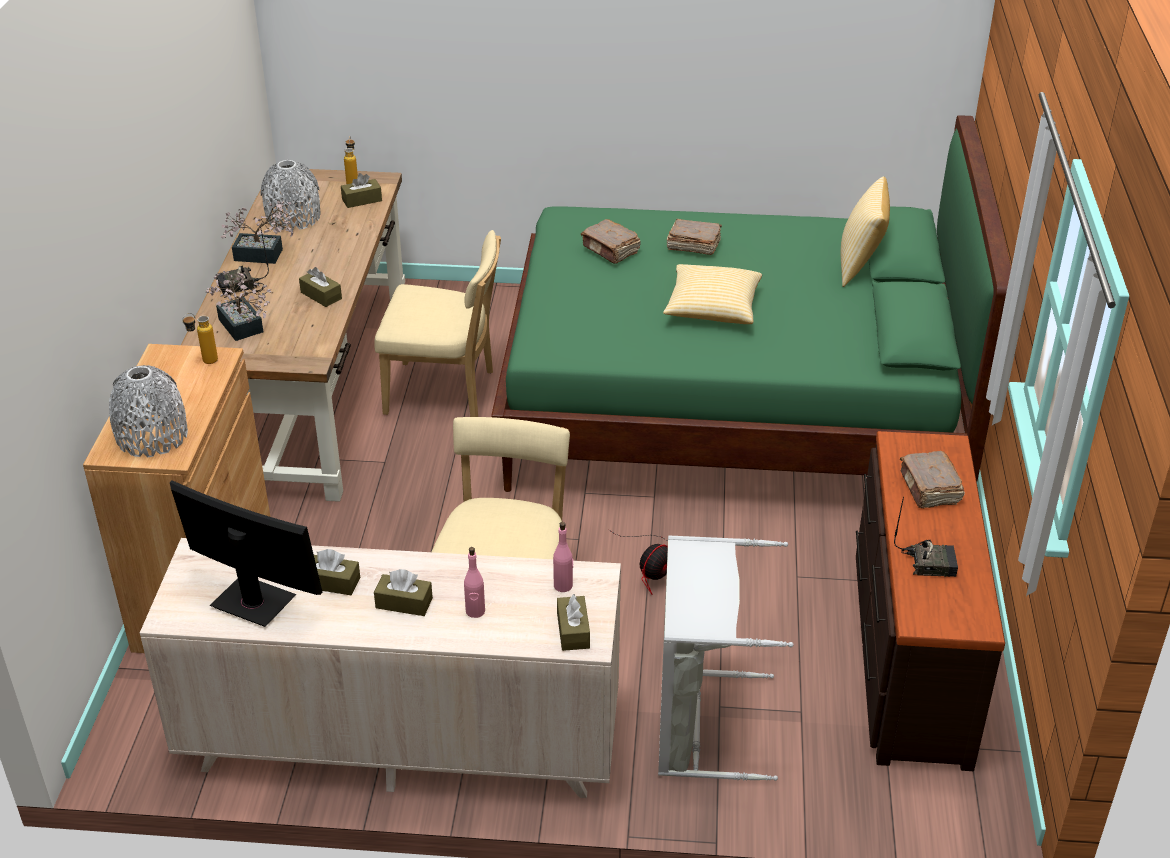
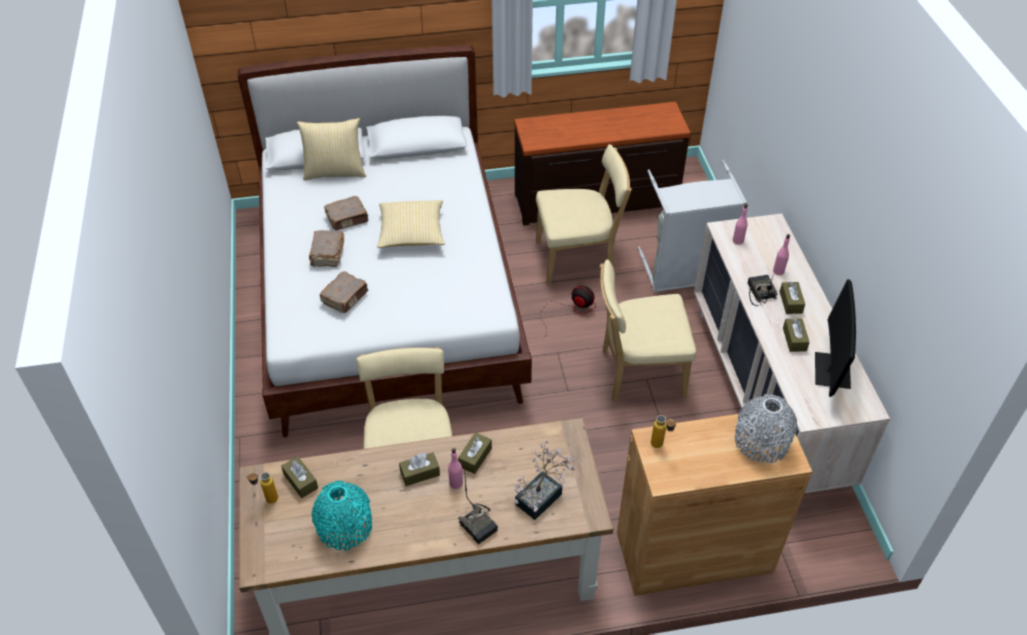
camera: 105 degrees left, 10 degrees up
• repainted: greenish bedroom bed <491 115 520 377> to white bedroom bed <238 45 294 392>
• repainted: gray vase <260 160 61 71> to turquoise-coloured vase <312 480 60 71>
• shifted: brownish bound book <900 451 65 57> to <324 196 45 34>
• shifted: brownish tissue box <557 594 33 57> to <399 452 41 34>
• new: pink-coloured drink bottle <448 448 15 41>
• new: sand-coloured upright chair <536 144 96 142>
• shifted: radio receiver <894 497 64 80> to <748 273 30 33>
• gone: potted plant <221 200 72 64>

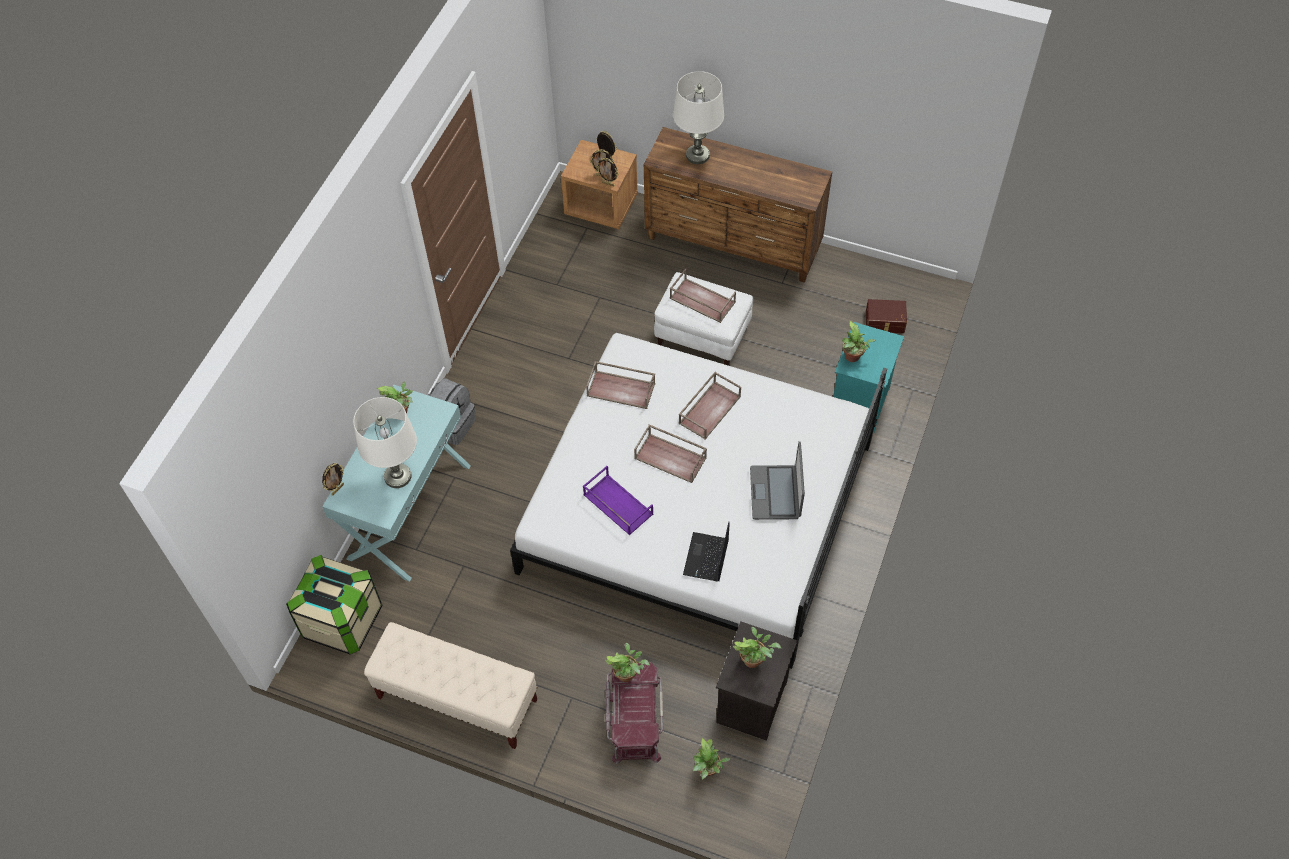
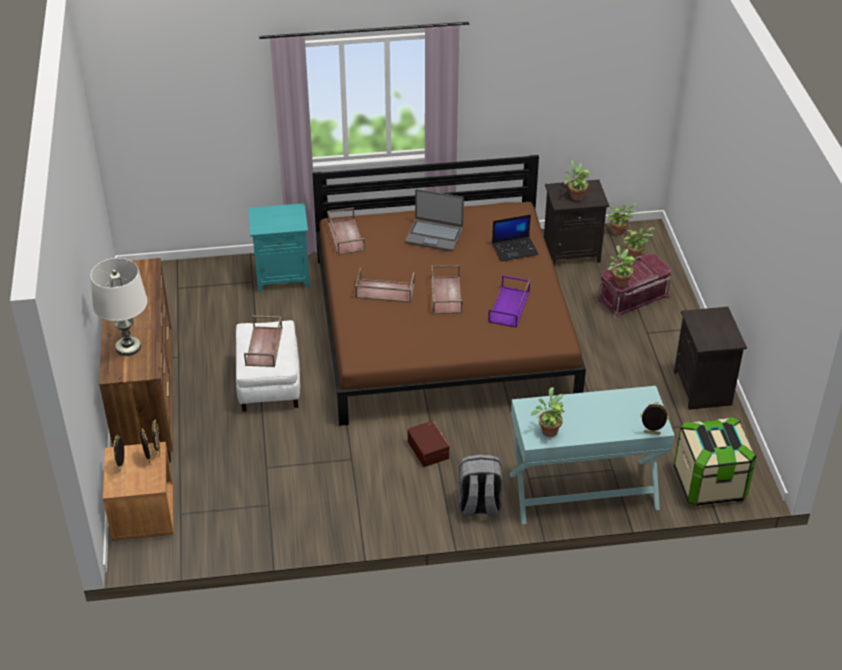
camera: 120 degrees left, 15 degrees down
• repainted: white bedroom bed <510 333 377 336> to brownish bedroom bed <312 155 274 271>
• shifted: brownish carrying tray <586 361 69 48> to <327 207 38 48>
• rotated: portable computer <750 441 55 79> = <405 189 59 62> 45 degrees clockwise
• shifted: brownish storage bin <866 299 41 34> to <408 421 42 46>
• shifted: potted plant <842 321 33 41> to <608 203 30 32>
• swapped: sand-coloured indoor bench <364 622 173 127> to black-coloured nightstand <674 307 73 103>
• gone: white table lamp <353 397 64 91>

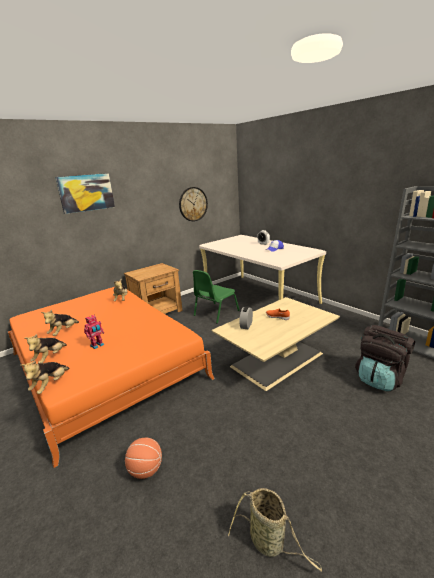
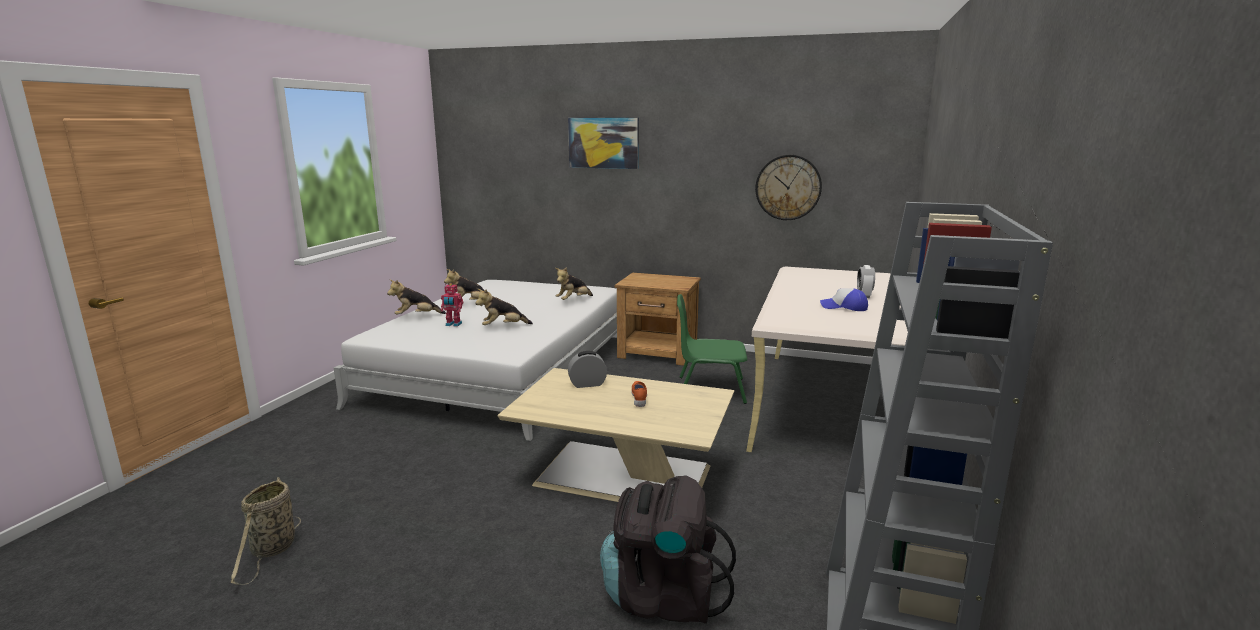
camera: 55 degrees right, 5 degrees down
• repainted: orangey bedroom bed <8 287 207 181> to white bedroom bed <334 280 283 161>
• shifted: soft toy <20 360 49 34> to <475 289 58 36>
• gone: ball for basketball <125 438 37 41>

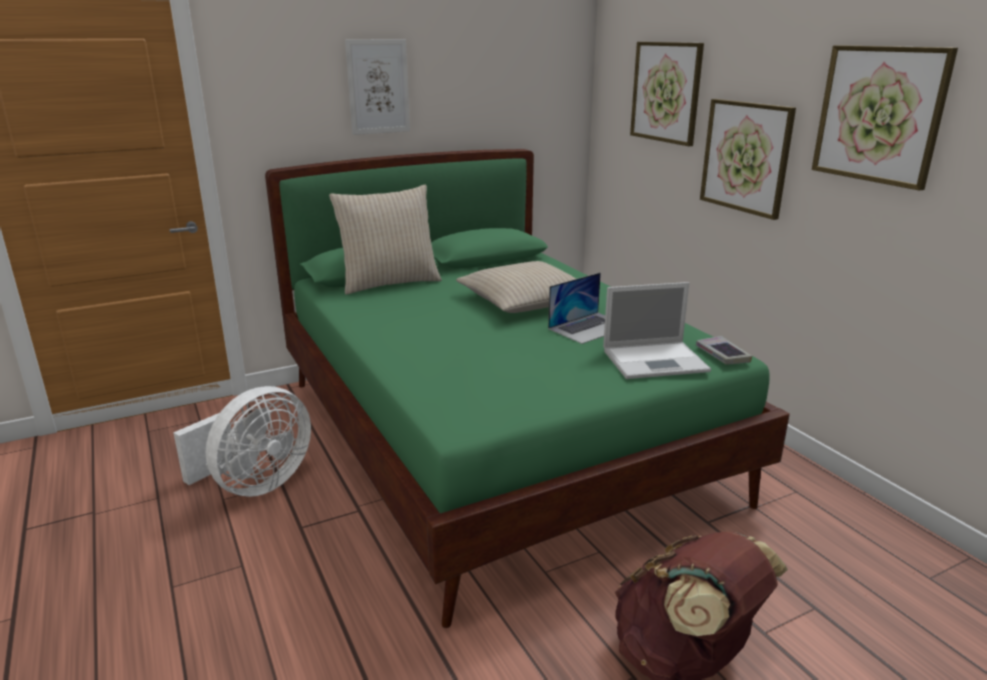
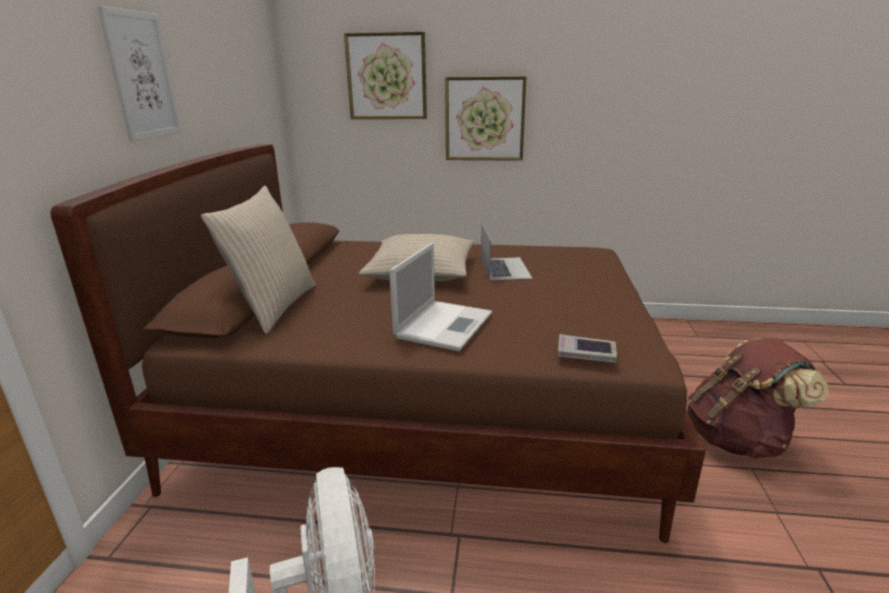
camera: 55 degrees left, 0 degrees up
• repainted: greenish bedroom bed <265 149 525 479> to brownish bedroom bed <50 144 656 399>
• shifted: portable computer <603 282 108 97> to <389 243 103 108>
• shifted: bound book <696 336 56 28> to <558 334 59 29>
• gone: wall art <812 45 146 146>

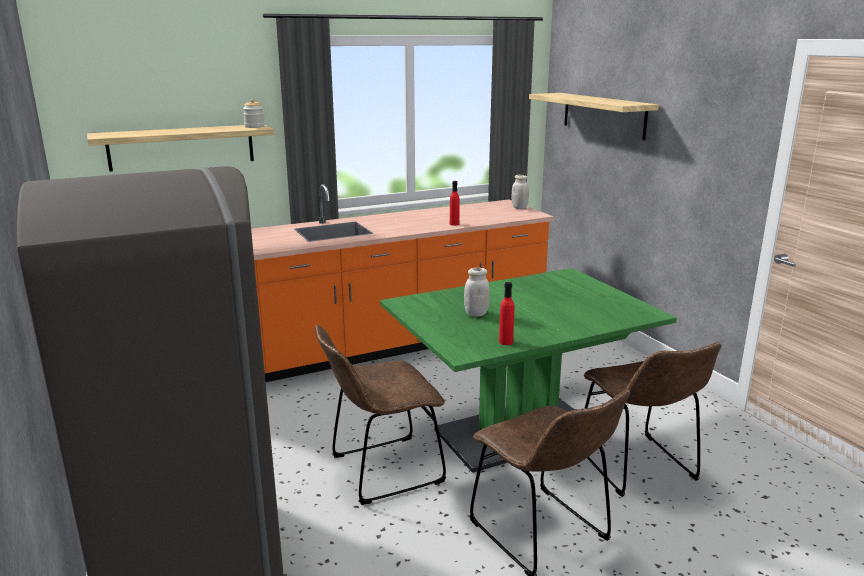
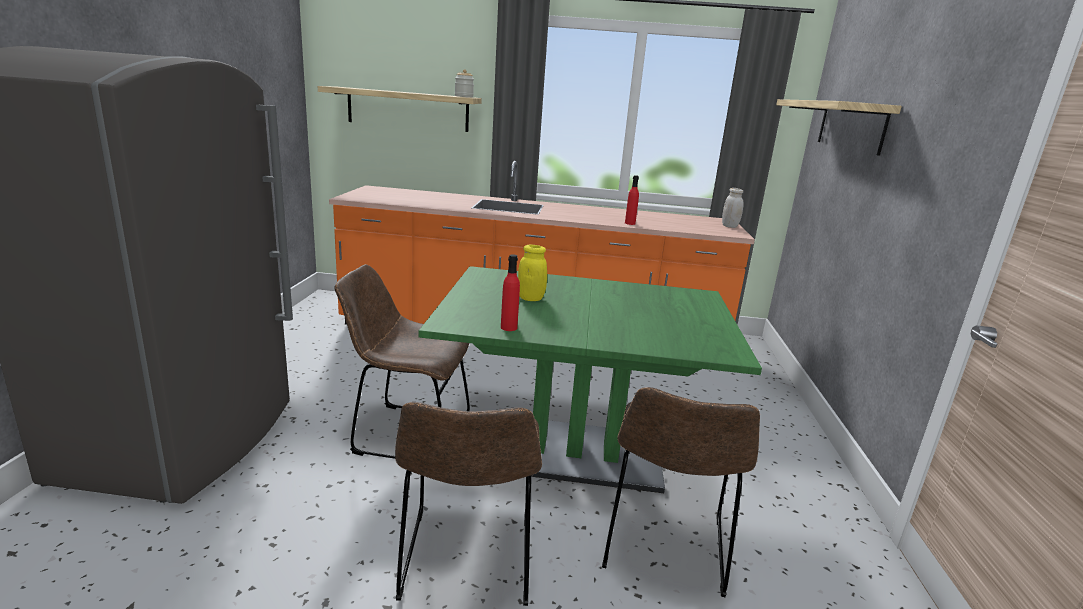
camera: 30 degrees right, 0 degrees up
• repainted: white storage jar <464 268 26 49> to yellow storage jar <518 245 29 56>

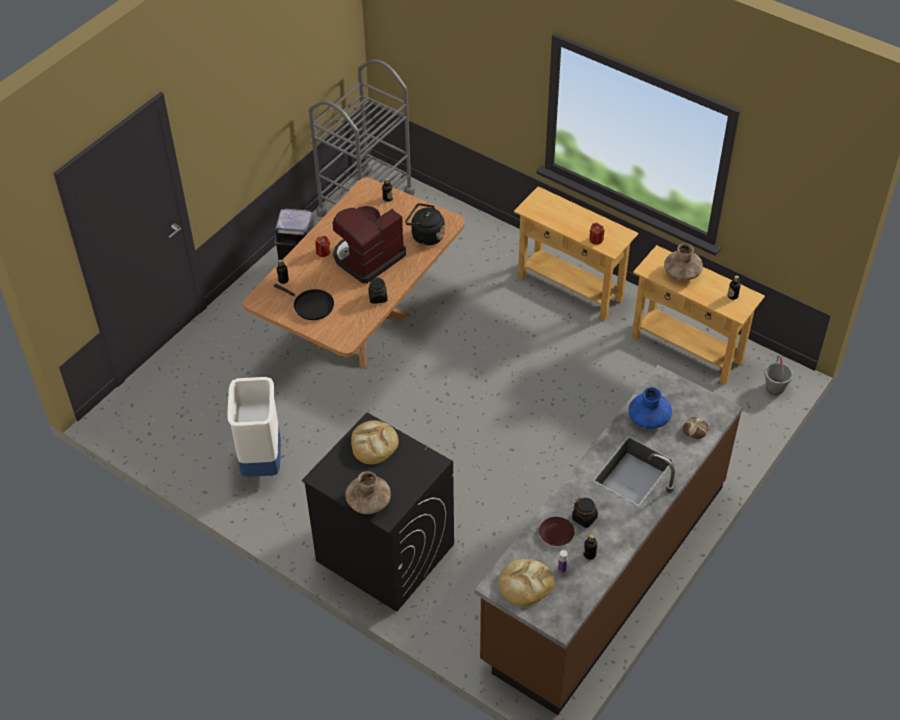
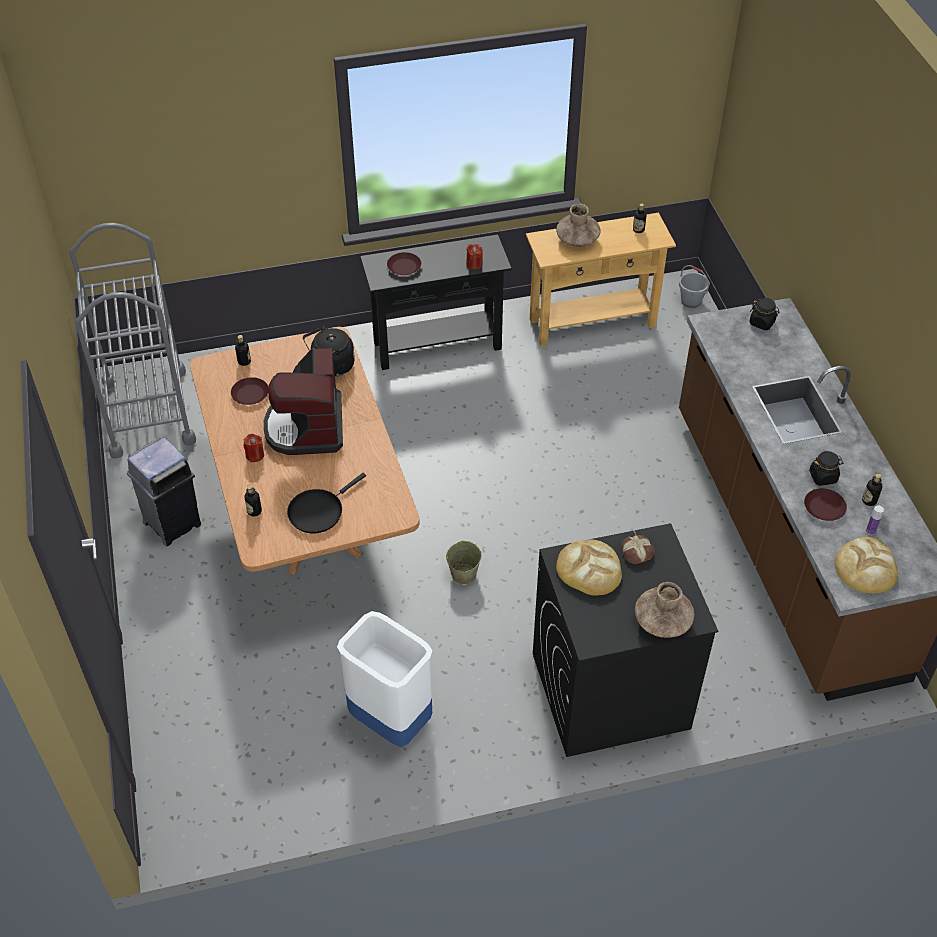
camera: 50 degrees left, 0 degrees up
• rotated: black-coloured pan <274 284 60 36> = <287 473 79 60> 150 degrees clockwise
• repainted: sand-coloured narrow table <514 186 124 134> to black-coloured narrow table <360 235 152 135>
• new: brownish plate <387 252 34 23>
• new: sand-coloured water bucket <446 541 35 43>
• shifted: bread <683 417 25 22> to <621 535 33 29>
• shifted: black-coloured storage jar <368 277 20 27> to <749 298 31 32>
• gone: blue-coloured vase <629 387 43 42>

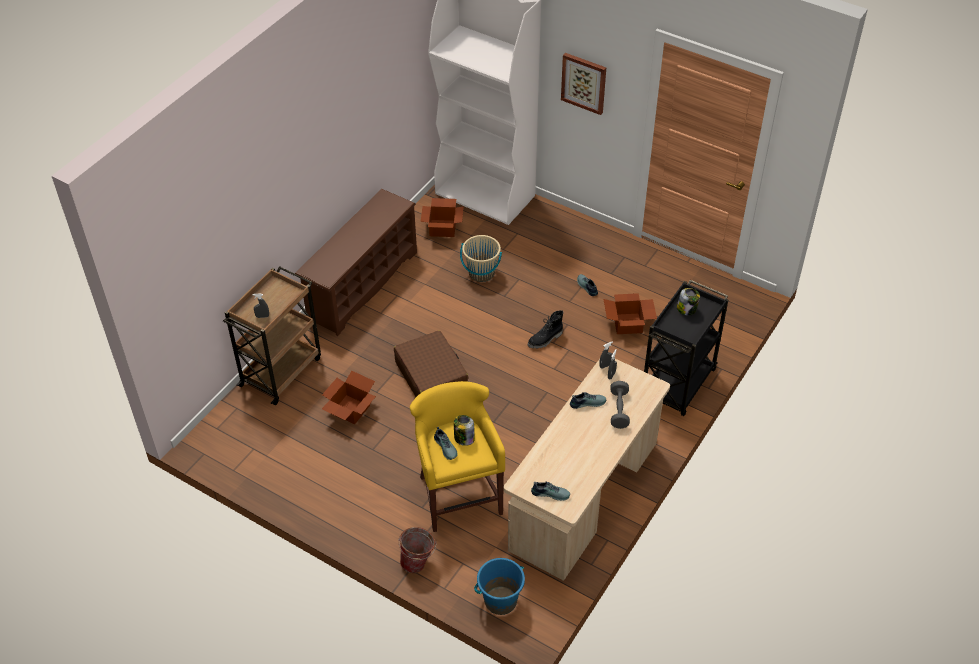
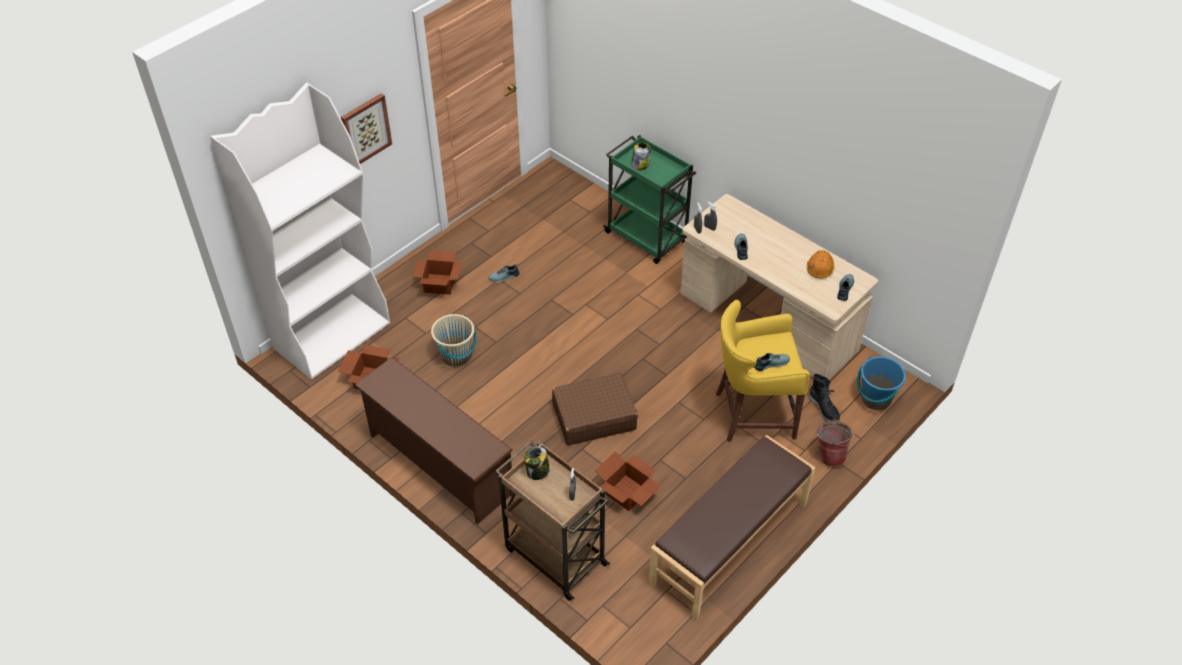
camera: 80 degrees left, 0 degrees up
• shifted: carton <604 293 53 41> to <413 250 49 45>
• shifted: storage jar <454 415 21 31> to <524 446 26 34>
• repainted: black-coloured trolley <644 280 85 136> to greenish trolley <603 135 93 129>
• new: brownish indoor bench <648 435 167 186>
• new: orangey hard hat <807 250 28 29>
• shifted: black-coloured tall boot <528 310 35 39> to <809 373 31 49>
• gone: gray free weight <610 381 20 48>

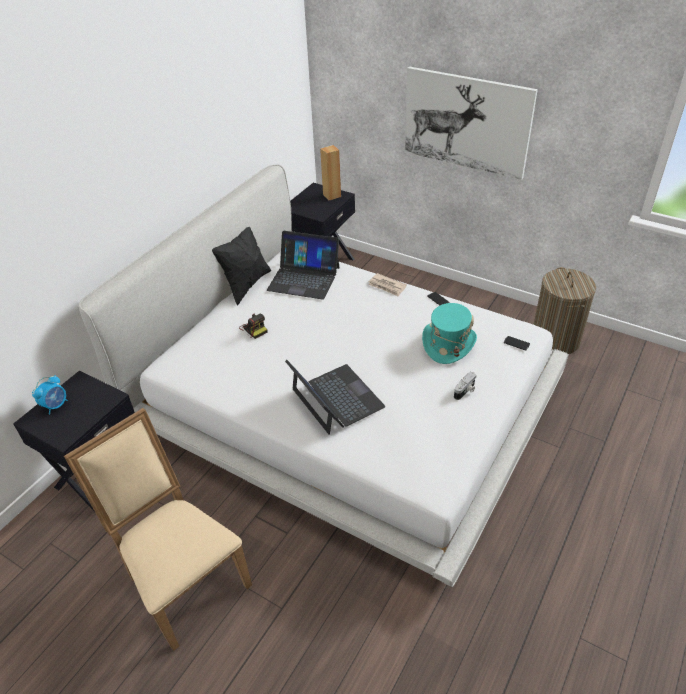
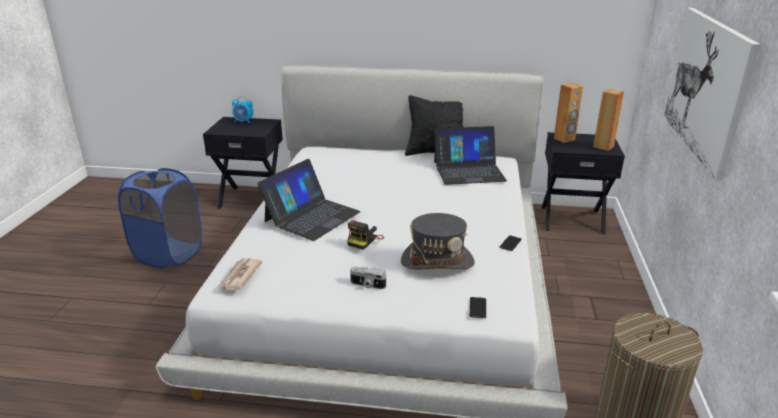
camera: 65 degrees right, 15 degrees down
• swapped: sand-coloured upright chair <64 408 188 243> to blue-coloured laundry basket <118 168 84 100>
• shifted: newspaper <368 273 39 24> to <219 258 44 32>
• shifted: photo camera <239 314 28 25> to <347 220 37 30>
• repainted: turquoise-coloured clothing hat <422 303 55 61> to gray clothing hat <401 213 74 56>
• rotated: portable computer <267 231 72 69> = <434 126 73 59> 90 degrees counterclockwise
• new: brownish audio speaker <554 83 29 60>

